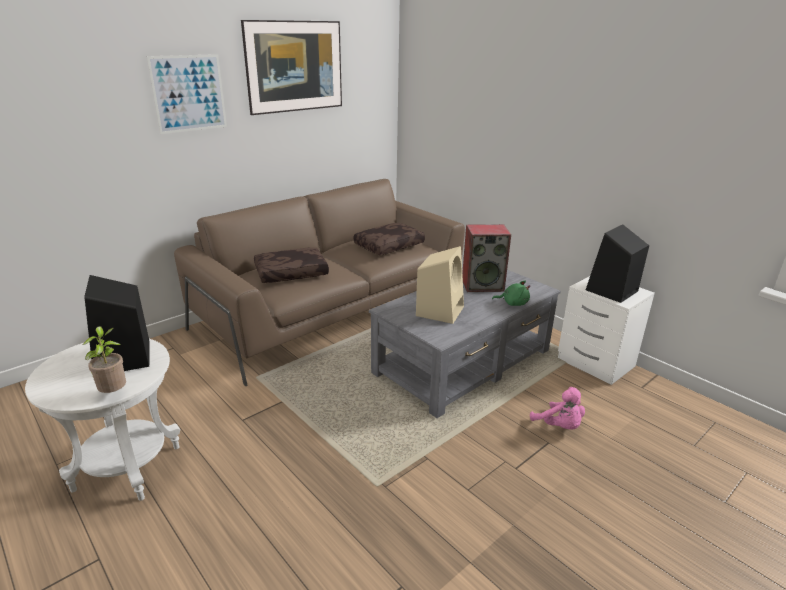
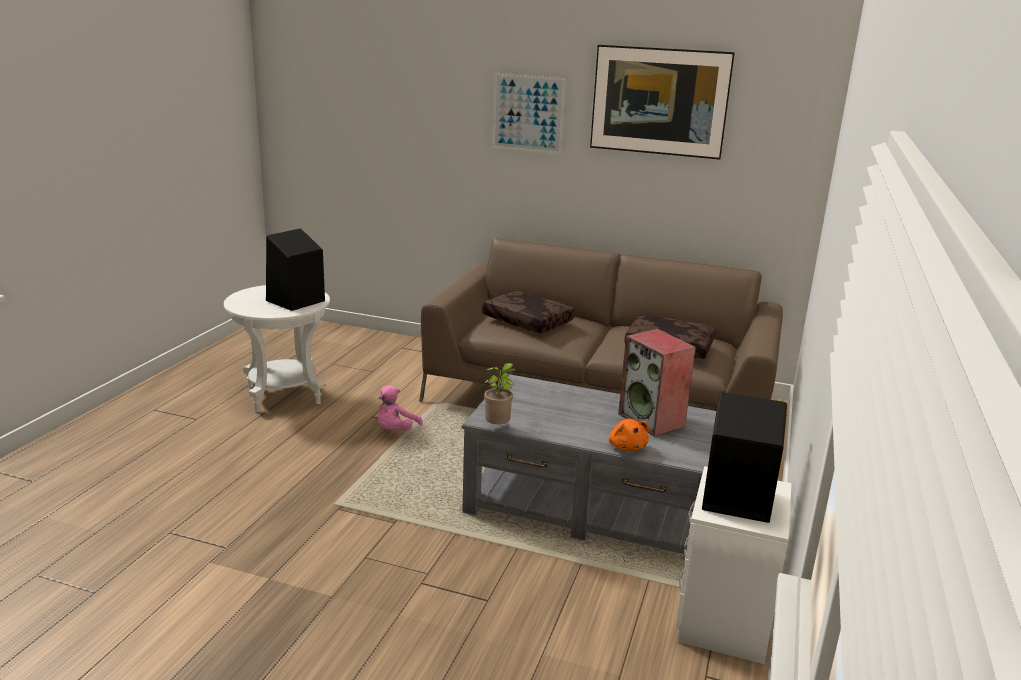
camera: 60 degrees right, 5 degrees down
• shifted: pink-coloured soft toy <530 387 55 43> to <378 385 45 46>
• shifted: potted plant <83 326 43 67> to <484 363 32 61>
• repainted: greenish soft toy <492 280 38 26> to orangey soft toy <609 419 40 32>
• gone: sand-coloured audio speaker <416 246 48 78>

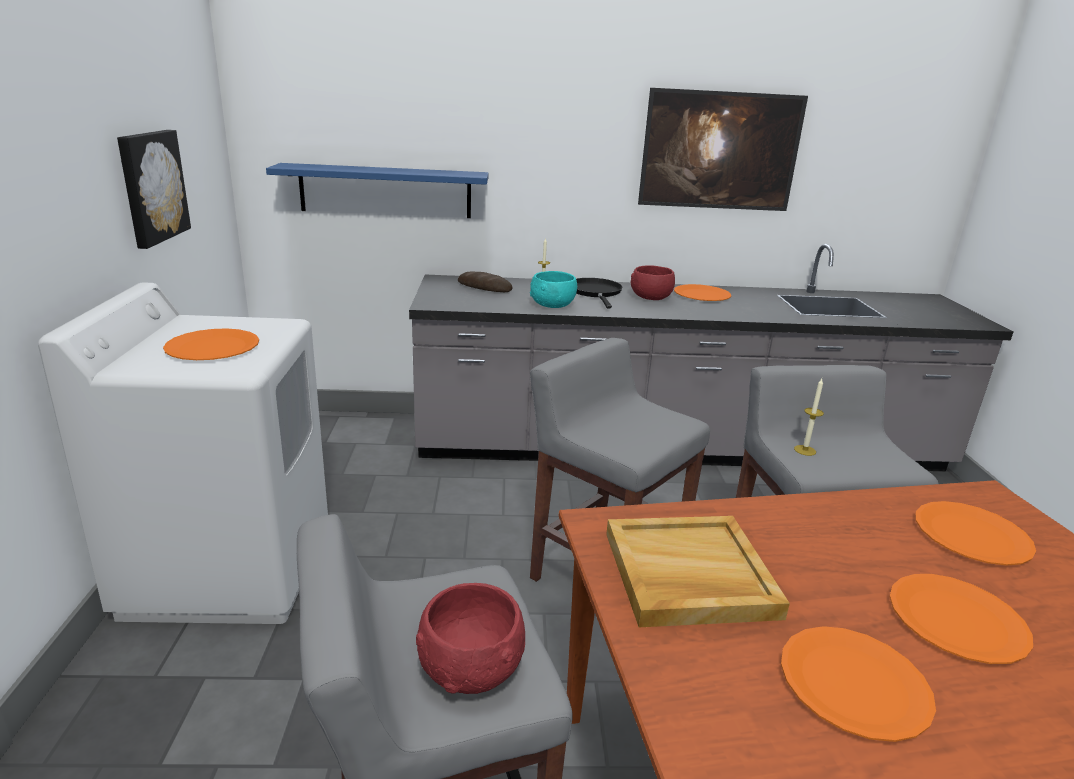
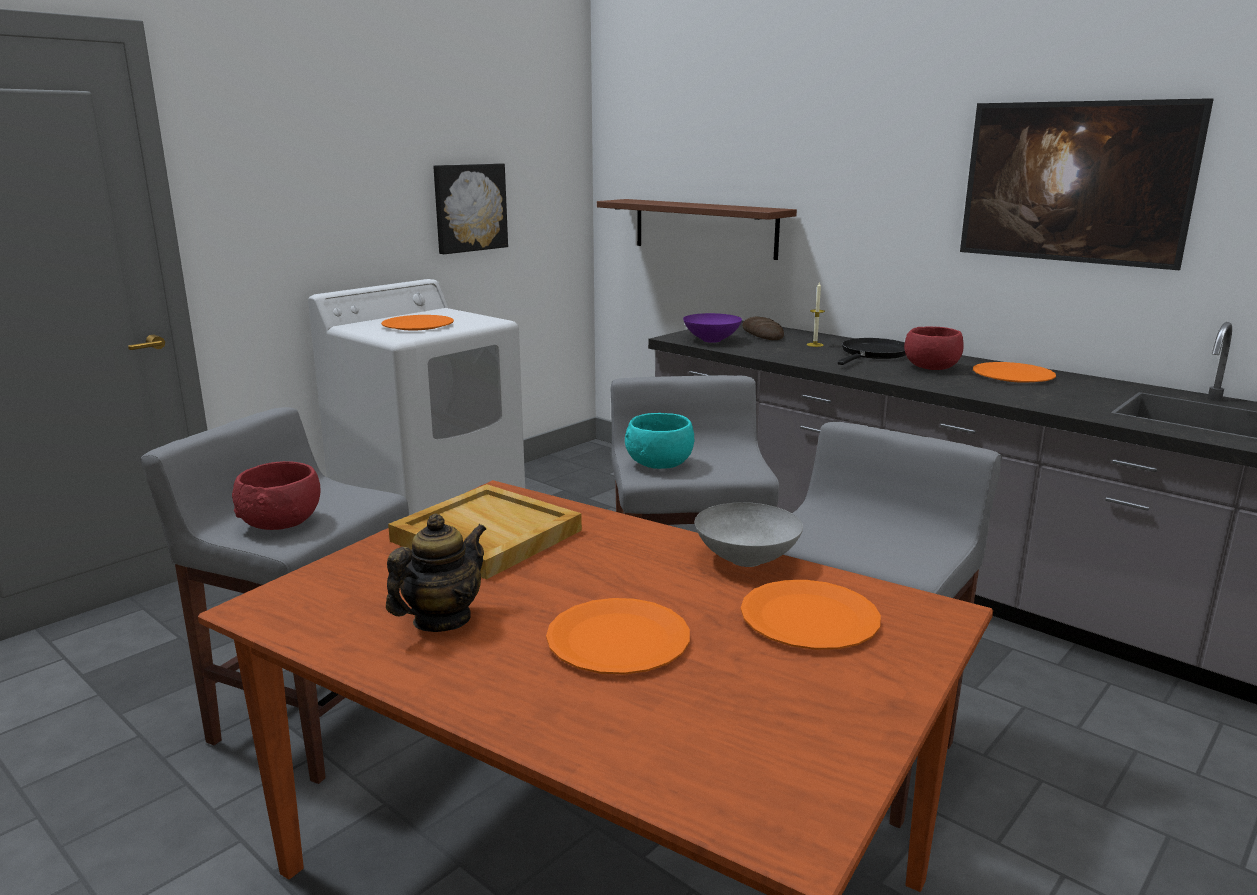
camera: 45 degrees right, 5 degrees down
• swapped: orangey plate <781 626 155 116> to teapot <386 513 100 119>
• repainted: blue-coloured shelf <266 163 222 55> to brownish shelf <597 199 200 61>
• shifted: turquoise-coloured bowl <530 271 47 37> to <625 413 69 56>
• new: purplish bowl <683 313 59 30>
• new: gray bowl <695 502 108 65>
• gone: wax light <794 379 30 77>

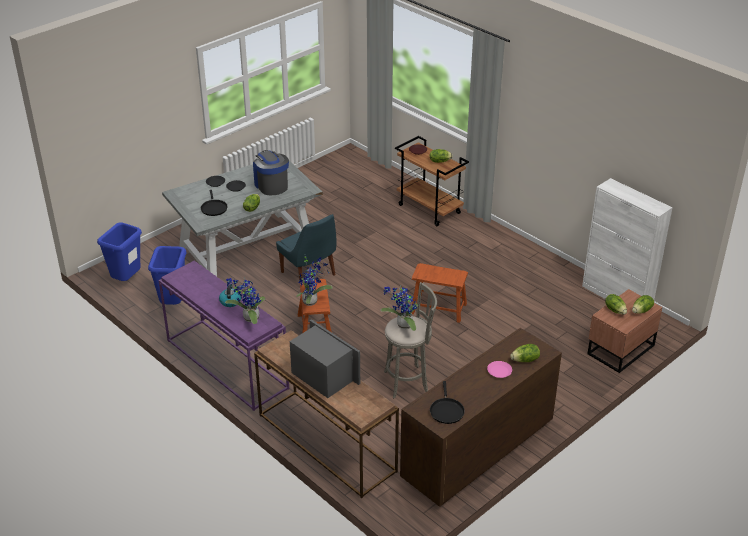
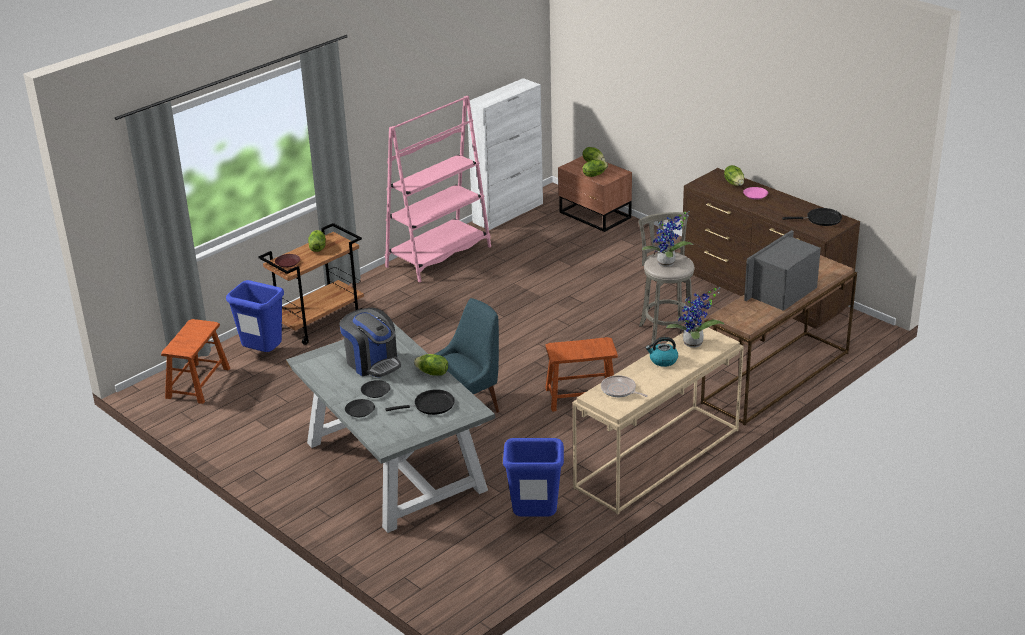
camera: 90 degrees left, 5 degrees down
• shifted: brownish stool seat <412 263 56 60> to <161 319 69 85>
• shifted: blue-coloured waste bin <97 222 45 59> to <226 280 58 72>
• rotated: coffee brewer <253 150 36 45> = <339 308 62 70> 105 degrees counterclockwise
• new: pink-coloured bookshelf <385 96 106 186>
• repainted: purplish narrow table <159 261 130 150> to sand-coloured narrow table <573 324 171 191>
• new: pan <601 375 47 22>
• gone: potted plant <296 255 37 51>

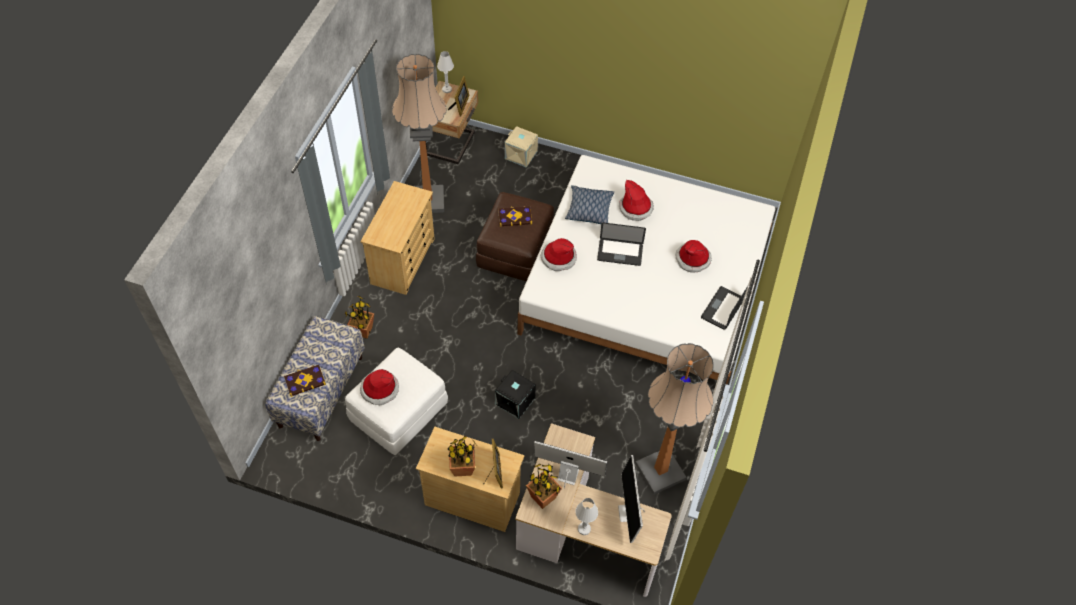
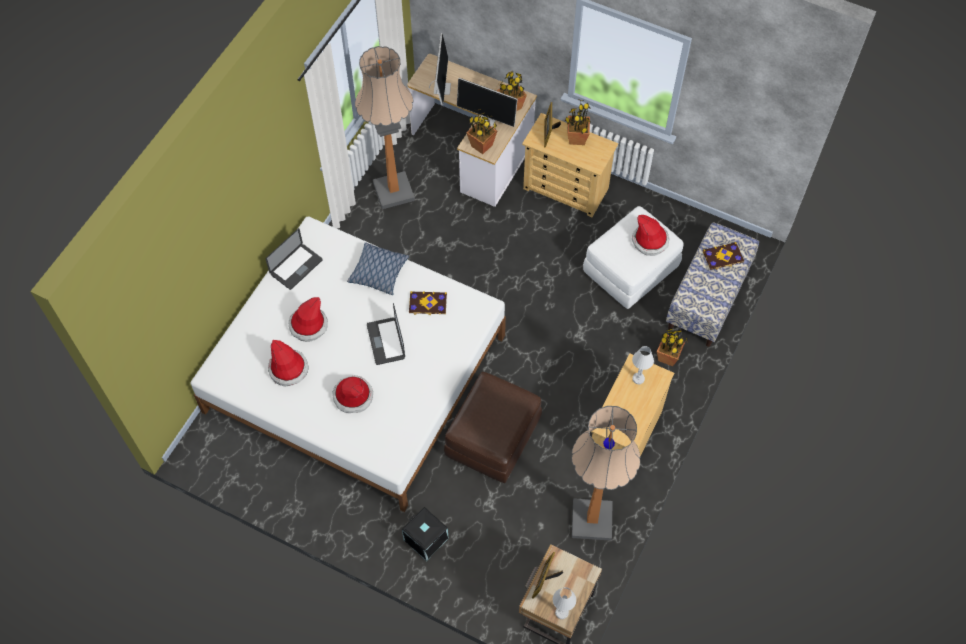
camera: 170 degrees left, 5 degrees up
• shifted: clothing hat <541 238 36 33> to <268 340 40 46>
• shifted: pillow <565 185 49 39> to <347 242 62 53>
• rotated: portable computer <597 222 49 44> = <367 303 38 62> 120 degrees counterclockwise
• shifted: black-coloured storage bin <495 370 41 49> to <402 507 46 54>
• shifted: bound book <498 206 34 21> to <409 291 38 24>
• new: potted plant <467 109 30 45>
• shifted: white table lamp <575 498 23 37> to <632 346 22 38>
• gone: sand-coloured storage bin <505 126 33 41>

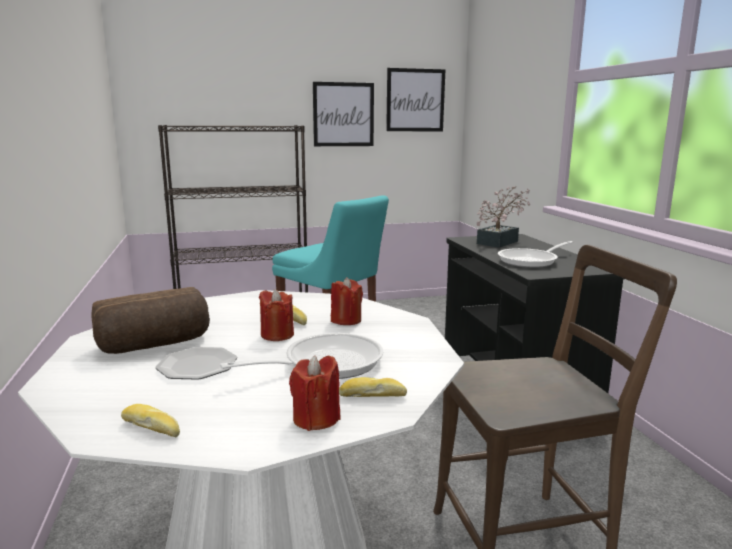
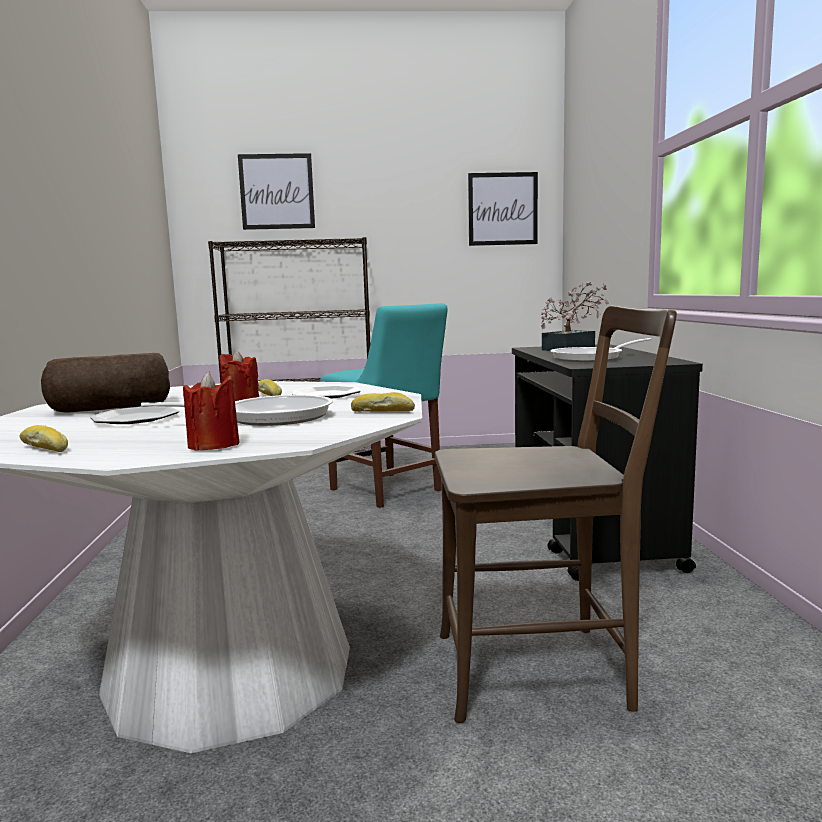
camera: 10 degrees right, 5 degrees down
• shifted: wall art <313 82 61 64> to <238 153 77 77>
• swapped: red wax light <331 277 32 48> to plate <292 385 69 13>
• shifted: bread <339 377 68 20> to <351 392 64 20>

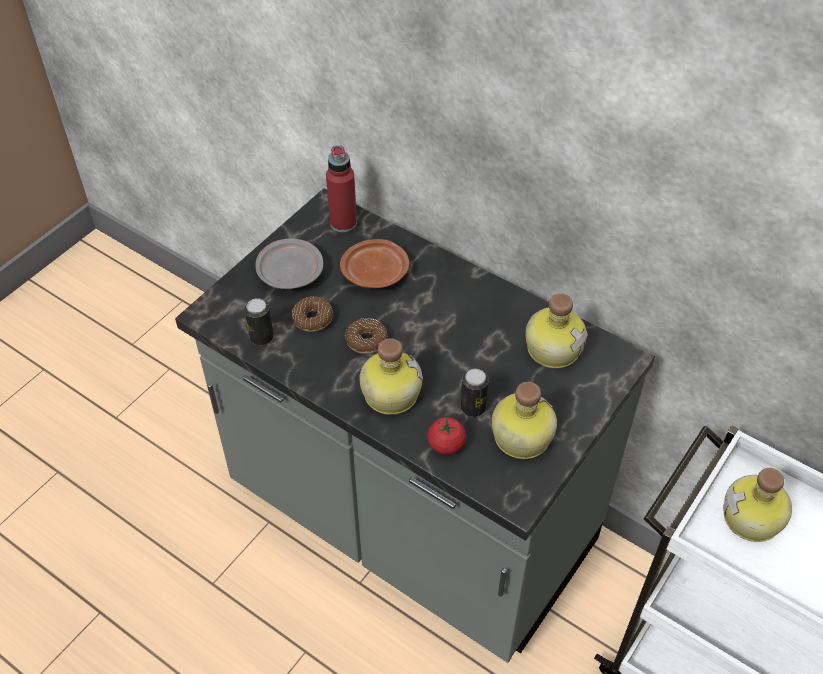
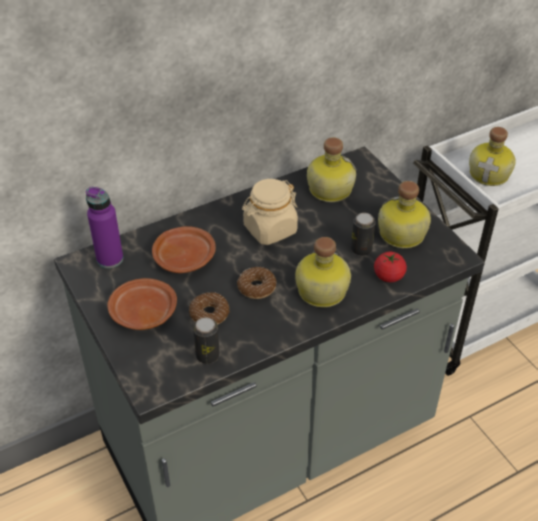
camera: 65 degrees left, 5 degrees down
• repainted: red drink bottle <326 145 31 87> to purplish drink bottle <86 187 37 81>
• repainted: gray plate <256 239 67 50> to brownish plate <107 278 70 52>
• new: sand-coloured storage jar <242 179 56 66>

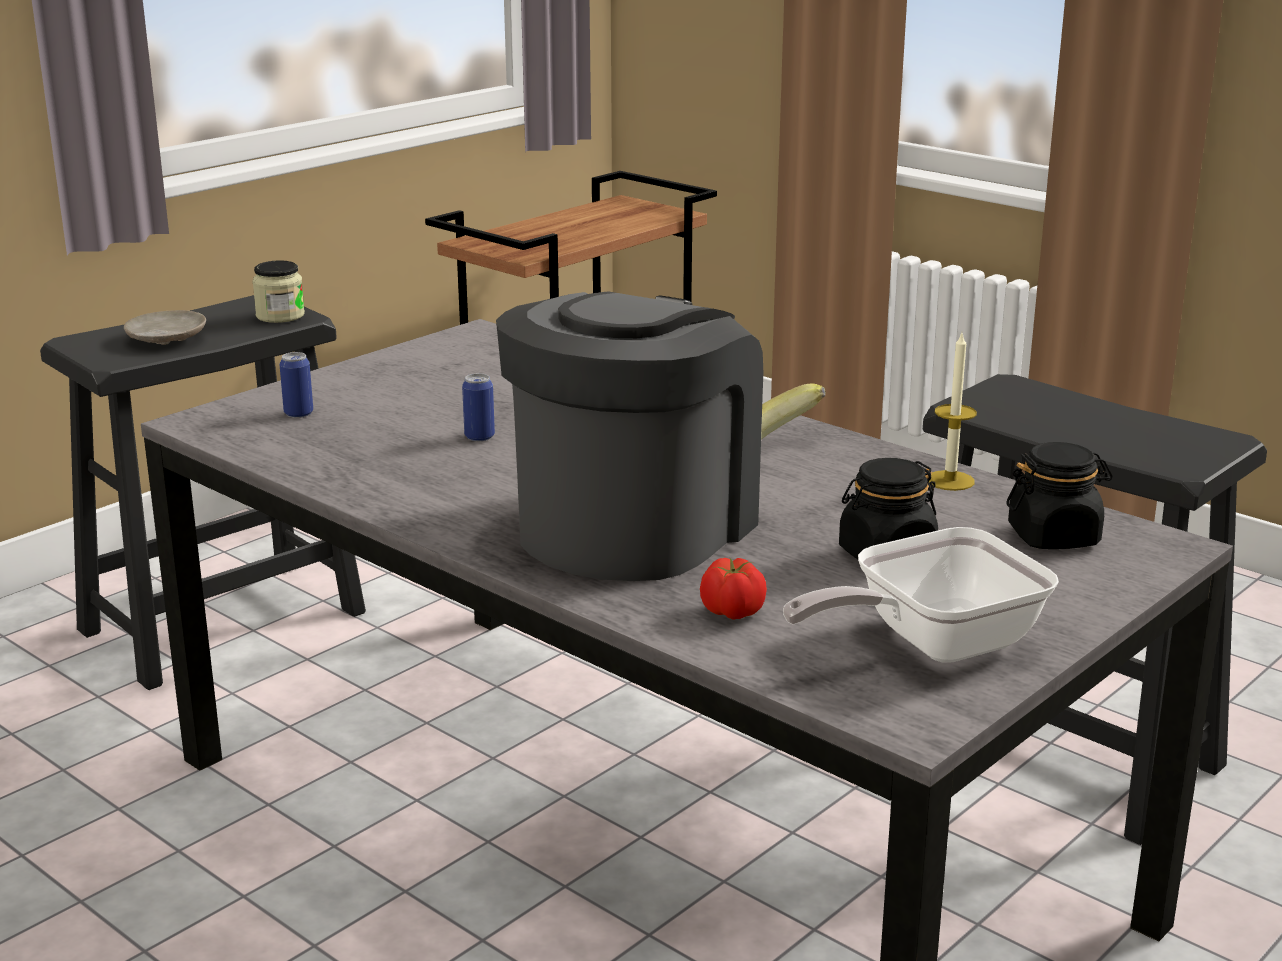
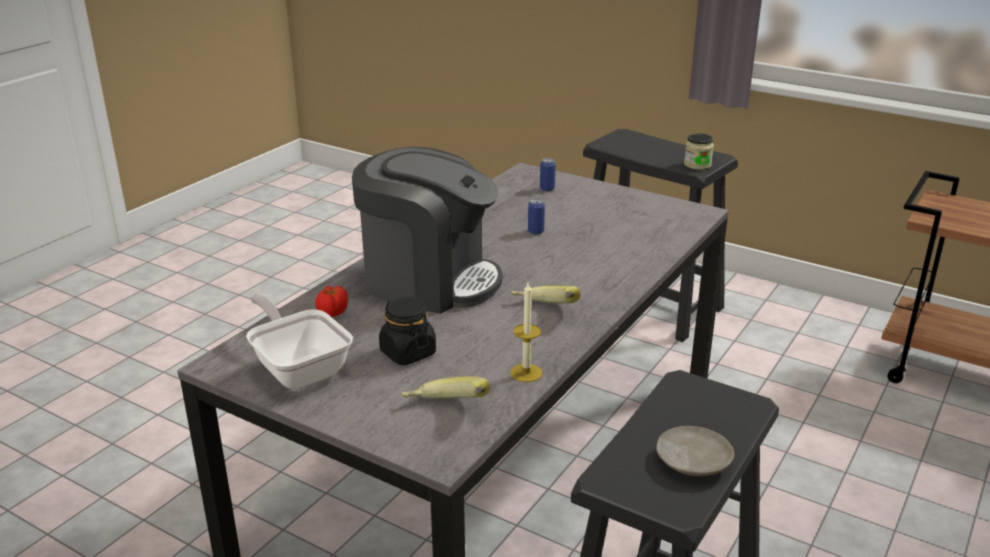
camera: 80 degrees right, 5 degrees up
• swapped: black-coloured storage jar <1006 442 107 107> to banana <401 376 89 23>
• shifted: sand-coloured plate <124 310 82 35> to <656 426 78 50>

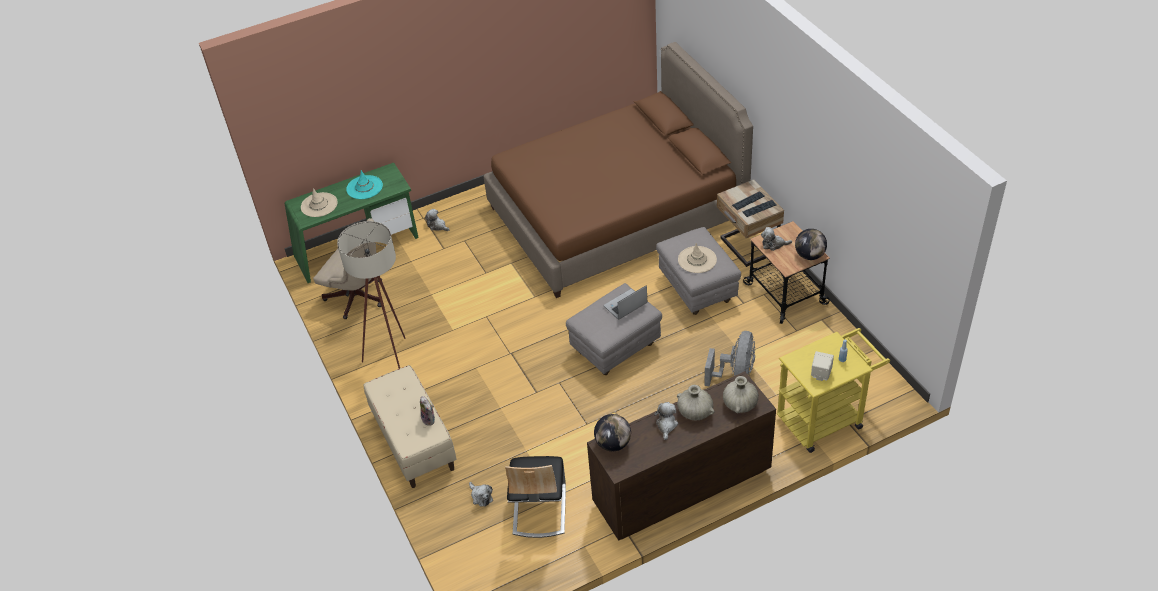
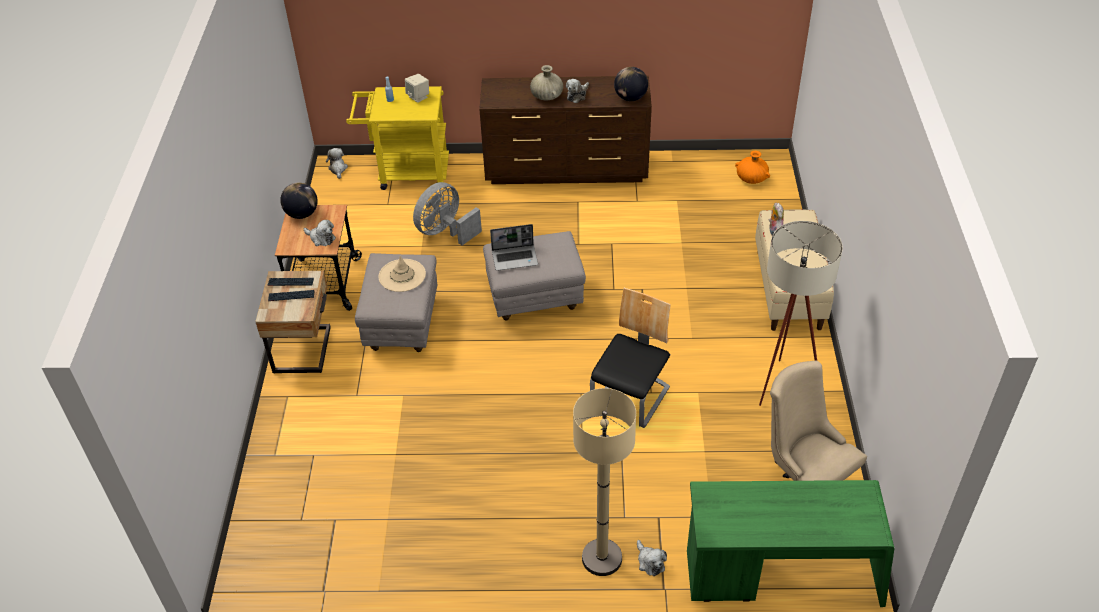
camera: 155 degrees left, 0 degrees up
• shifted: soft toy <469 482 24 25> to <326 148 22 31>
• new: sand-coloured standard lamp <573 388 63 188>
• shifted: upright chair <505 456 61 82> to <590 288 81 140>
• new: orangey vase <735 151 35 33>
• gone: sand-coloured clothing hat <301 188 37 29>
• gone: turquoise-coloured clothing hat <346 170 37 29>
• gone: brownish bedroom bed <484 42 269 256>
• gone: sand-coloured vase <723 376 36 37>

